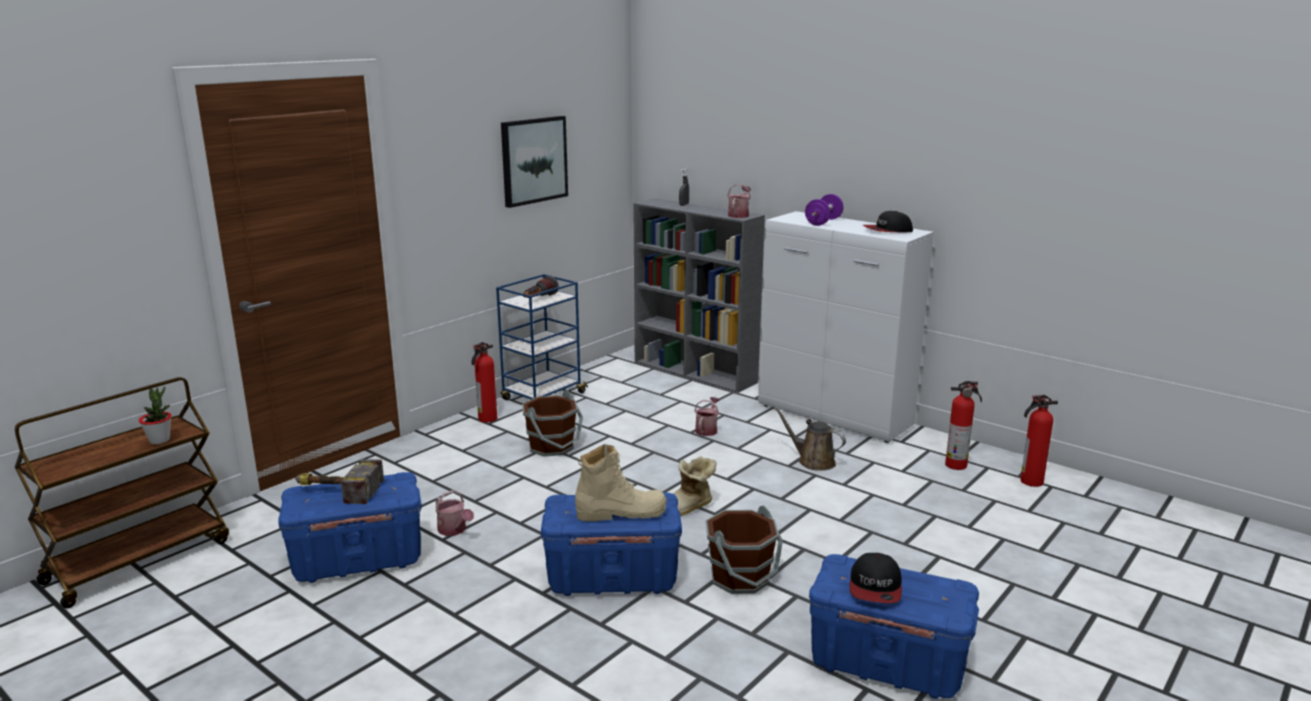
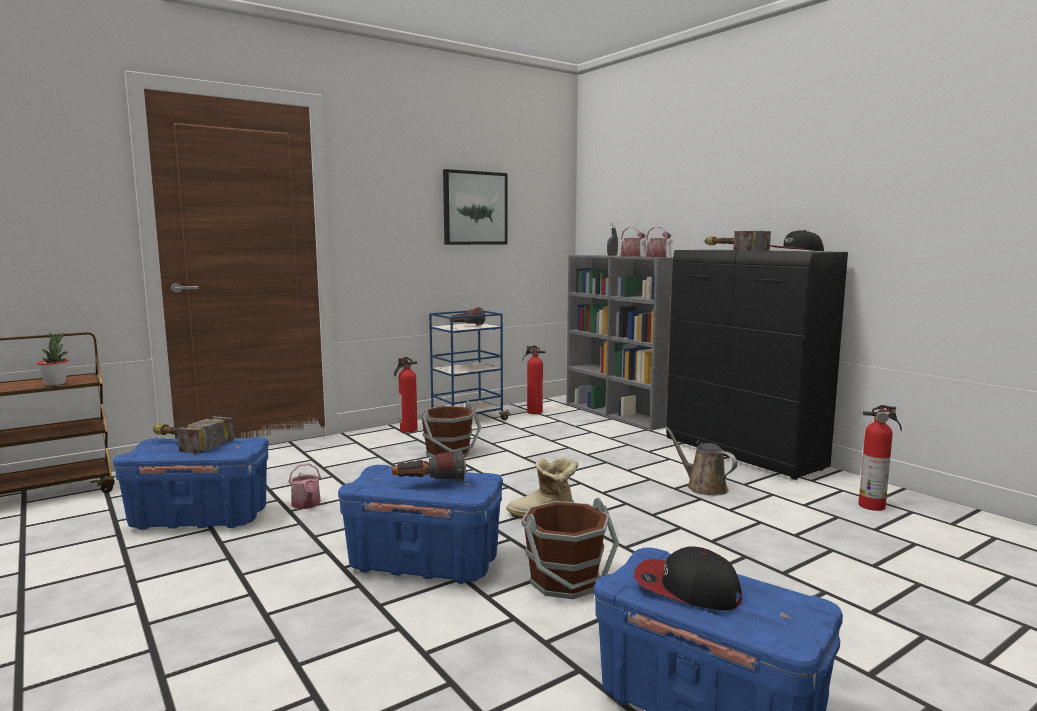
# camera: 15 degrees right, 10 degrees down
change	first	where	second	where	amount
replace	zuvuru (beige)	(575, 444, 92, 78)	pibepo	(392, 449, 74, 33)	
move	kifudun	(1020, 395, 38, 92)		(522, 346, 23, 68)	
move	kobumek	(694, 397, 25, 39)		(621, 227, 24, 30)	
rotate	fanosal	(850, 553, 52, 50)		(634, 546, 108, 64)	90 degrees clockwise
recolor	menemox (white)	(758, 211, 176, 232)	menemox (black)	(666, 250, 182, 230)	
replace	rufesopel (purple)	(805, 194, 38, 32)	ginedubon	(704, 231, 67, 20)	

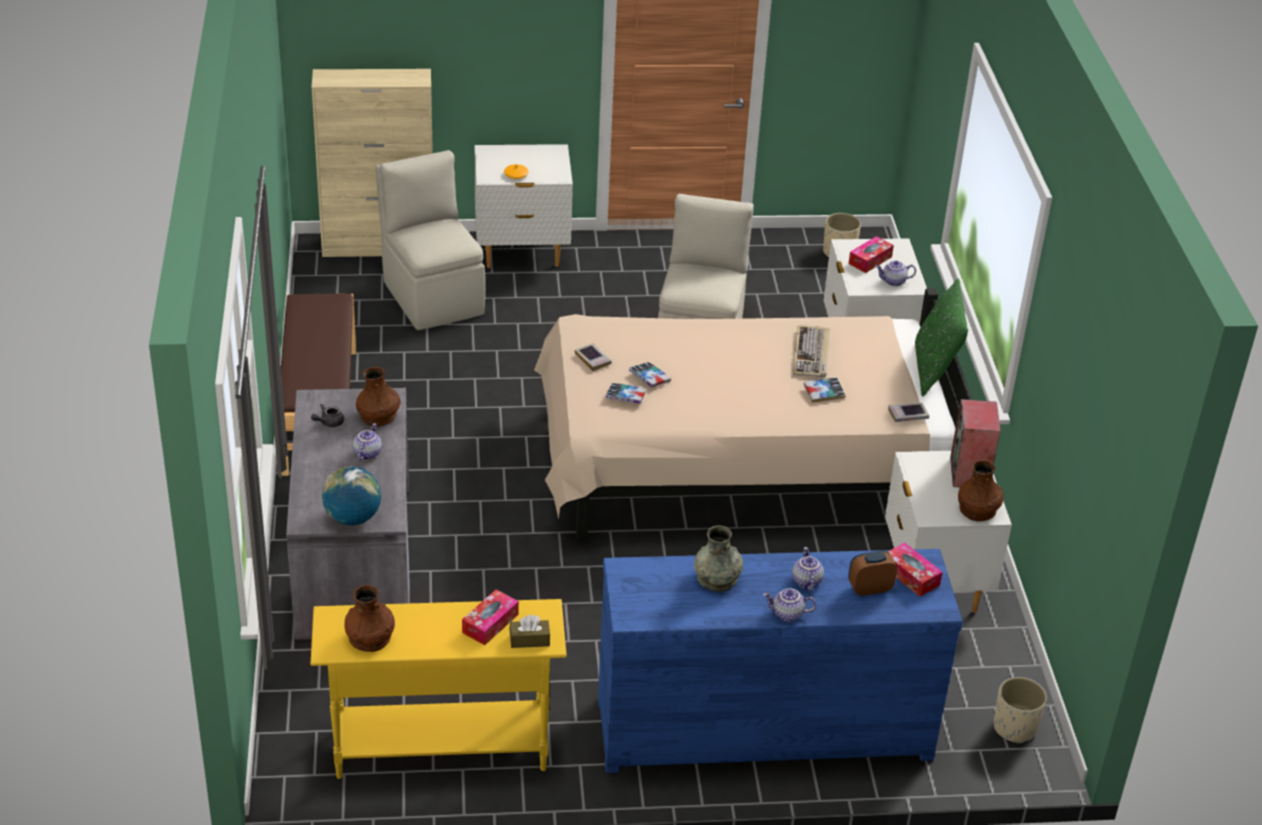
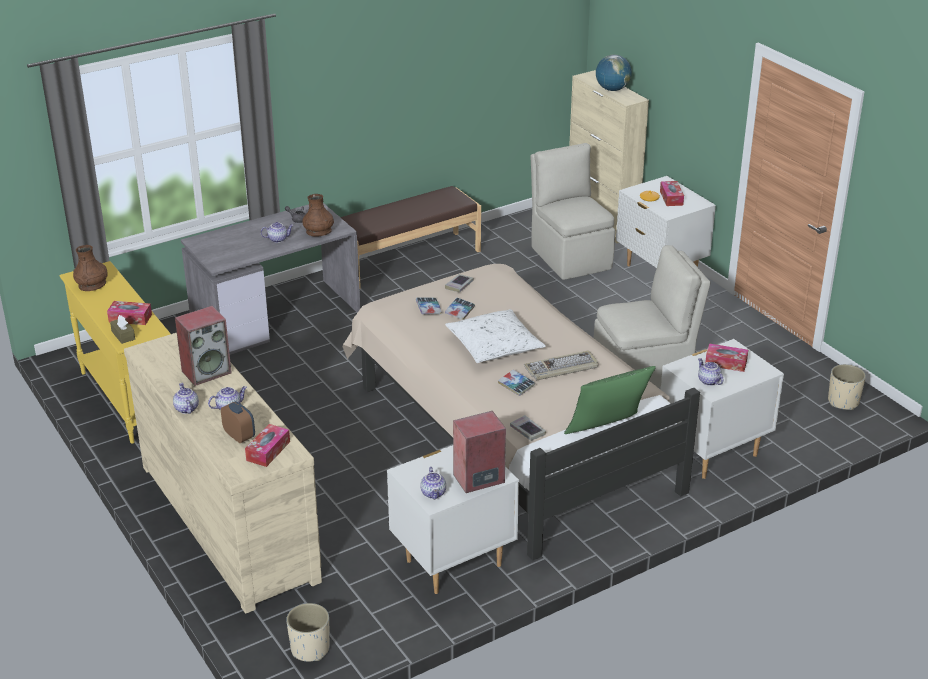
# camera: 65 degrees right, 5 degrees down
change	first	where	second	where	amount
recolor	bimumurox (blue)	(598, 549, 365, 224)	bimumurox (beige)	(124, 333, 198, 280)	
replace	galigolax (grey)	(694, 526, 49, 66)	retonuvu	(175, 306, 57, 80)	
replace	galigolax (brown)	(958, 460, 45, 61)	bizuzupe	(420, 467, 26, 32)	
insert			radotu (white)	(445, 309, 101, 54)	
rotate	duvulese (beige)	(375, 150, 110, 180)		(531, 143, 84, 137)	60 degrees counterclockwise
move	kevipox	(322, 466, 60, 59)		(596, 55, 36, 36)	
insert			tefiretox	(660, 181, 24, 25)	

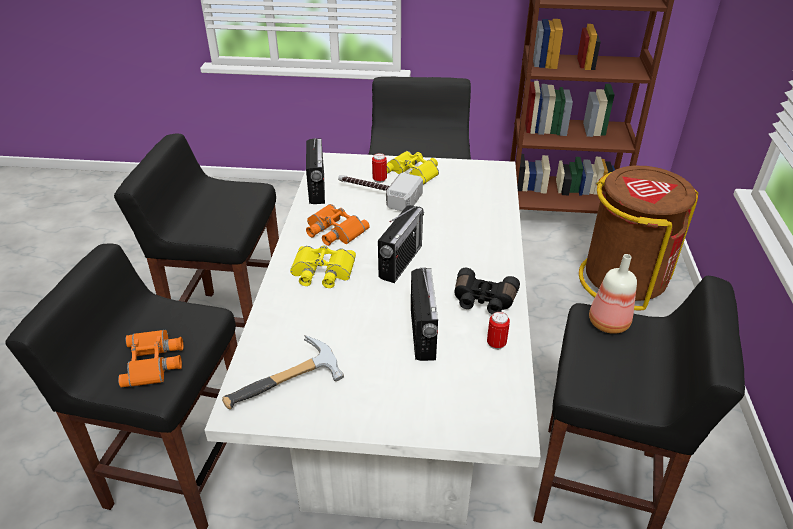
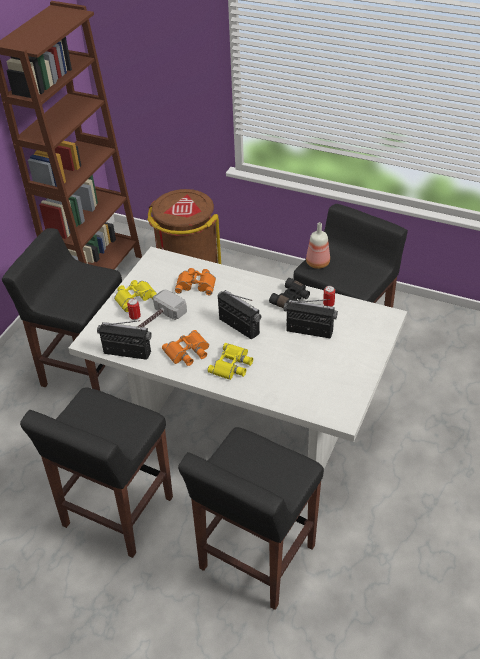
# camera: 70 degrees left, 5 degrees up
change	first	where	second	where	amount
move	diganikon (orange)	(118, 330, 65, 57)		(175, 268, 41, 27)	
delete	ginedubon	(222, 335, 122, 74)			

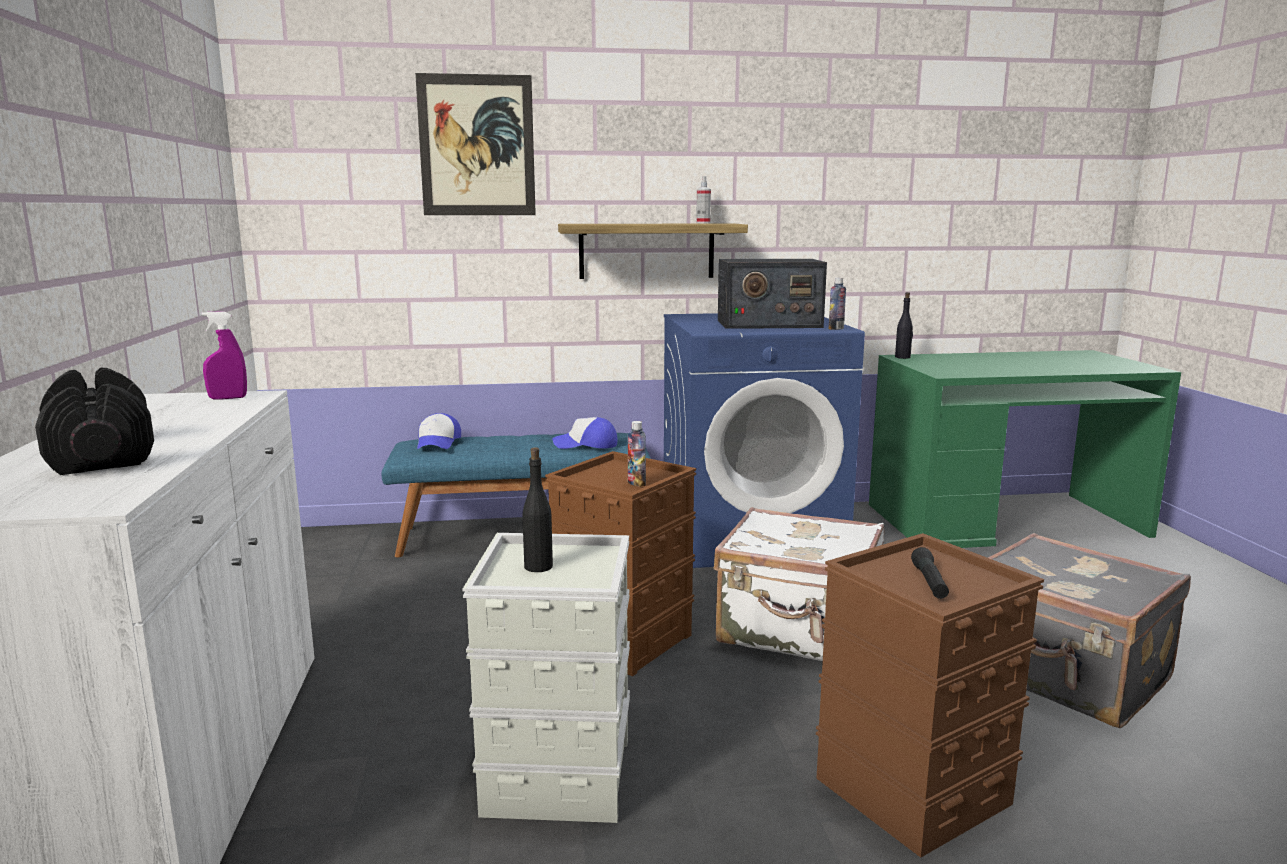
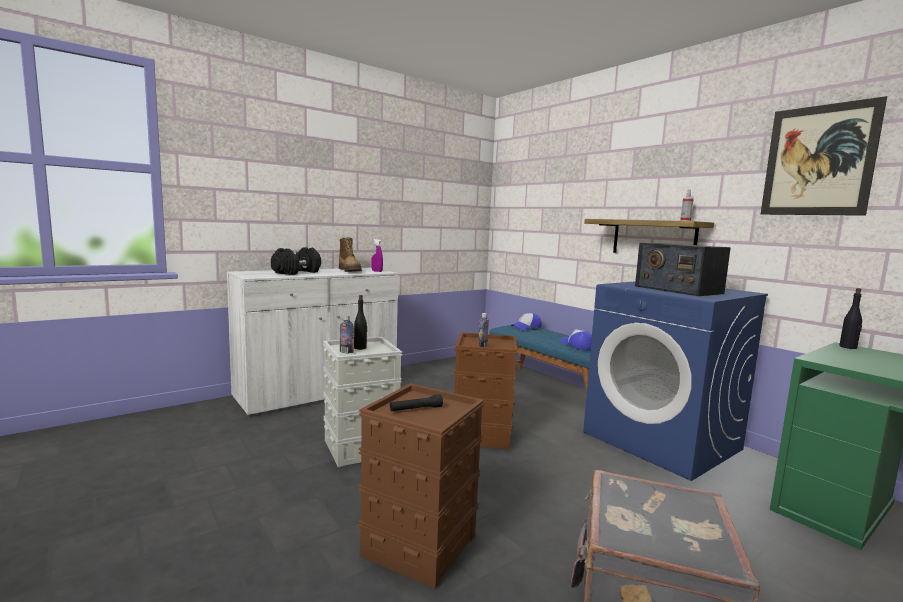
# camera: 60 degrees right, 5 degrees down
change	first	where	second	where	amount
insert			zuvuru	(339, 237, 23, 35)	
move	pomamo	(829, 278, 17, 52)		(340, 315, 14, 38)	
move	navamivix	(415, 73, 121, 142)		(761, 96, 126, 120)	
delete	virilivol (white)	(714, 507, 170, 154)			

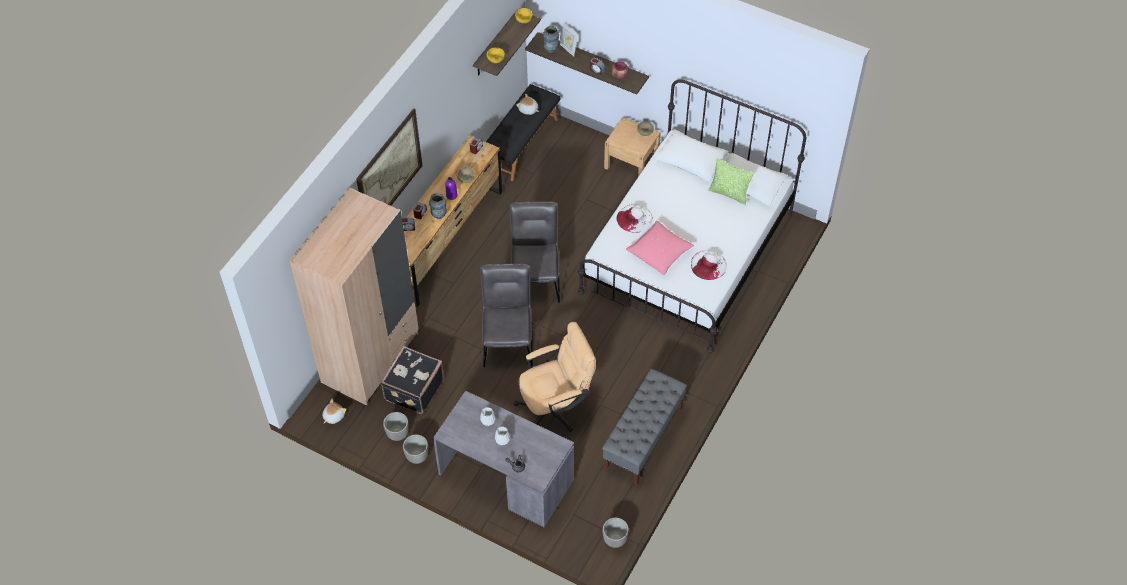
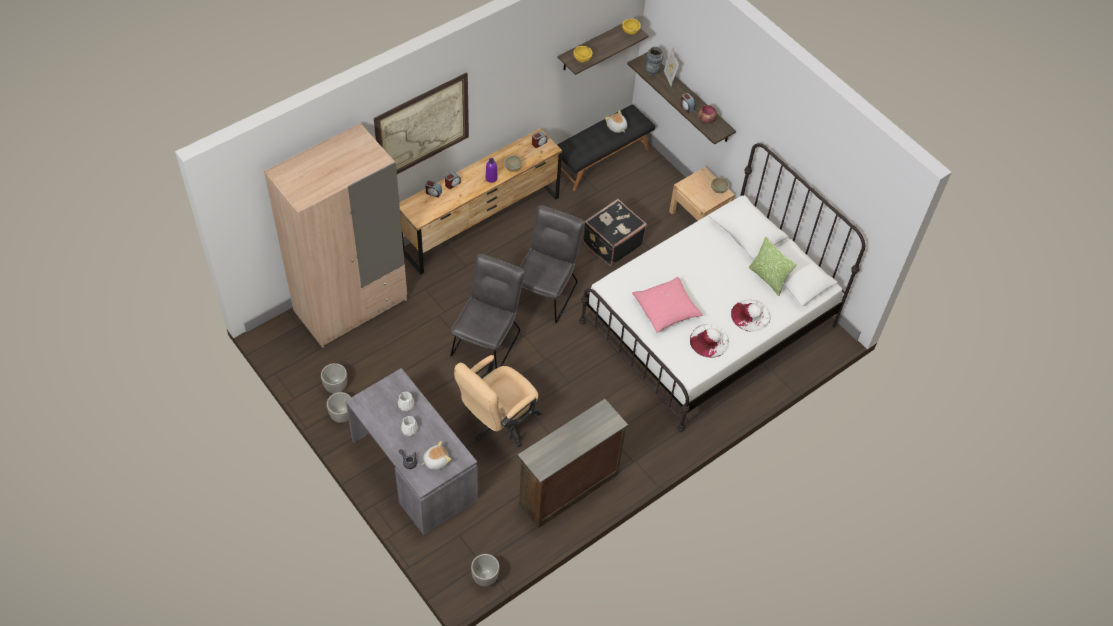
# camera: 20 degrees right, 0 degrees up
change	first	where	second	where	amount
move	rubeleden	(322, 398, 24, 26)		(421, 441, 30, 29)	
rotate	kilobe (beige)	(514, 322, 82, 110)		(454, 355, 88, 92)	135 degrees clockwise
replace	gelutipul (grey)	(602, 369, 85, 116)	bimumurox (brown)	(517, 399, 111, 129)	
move	virilivol (black)	(381, 346, 63, 68)		(583, 199, 64, 67)	
move	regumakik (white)	(617, 204, 35, 29)		(731, 300, 39, 32)	
delete	galigolax	(429, 193, 18, 26)			

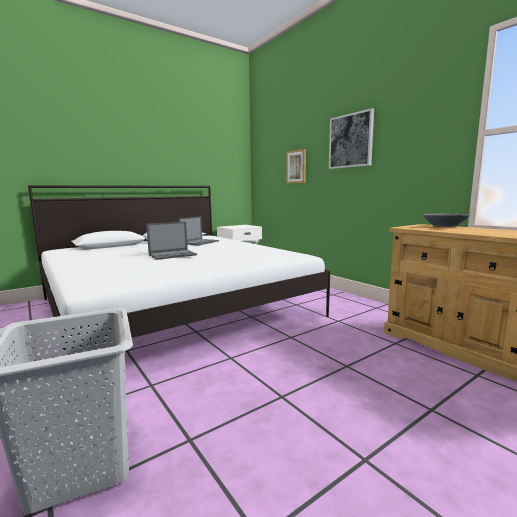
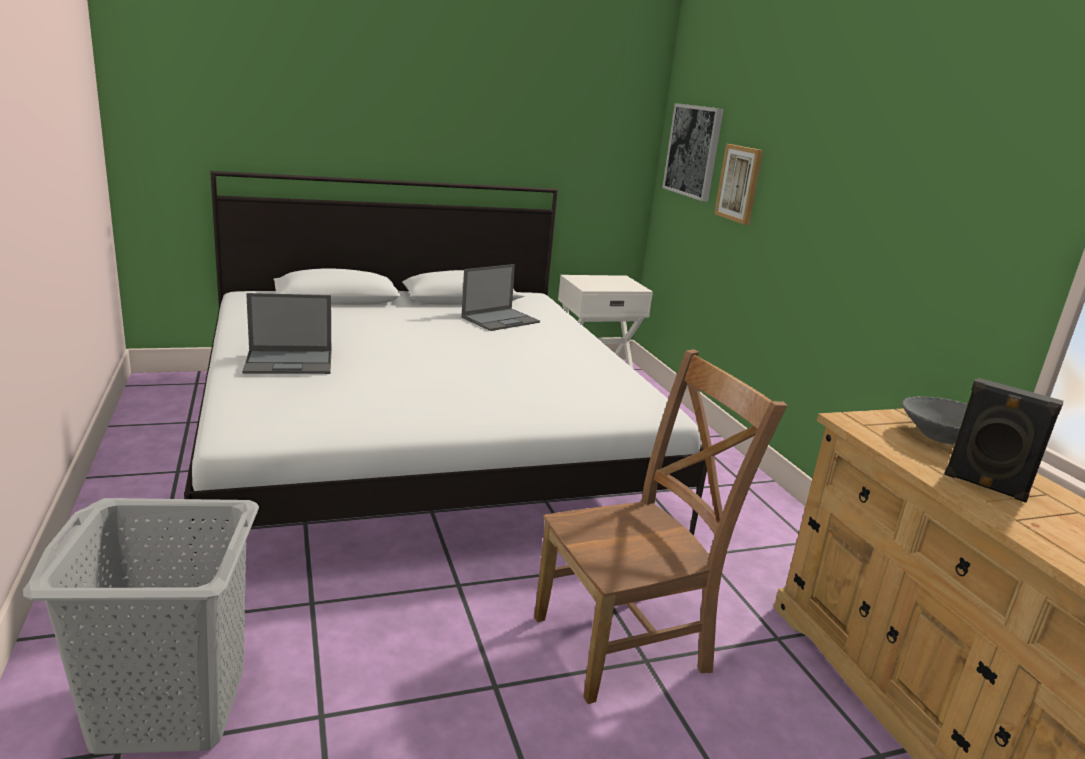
# camera: 15 degrees right, 10 degrees up
change	first	where	second	where	amount
move	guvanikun	(146, 222, 51, 38)		(242, 293, 89, 81)	
insert			duvulese (brown)	(534, 349, 254, 355)	
move	navamivix	(329, 108, 45, 61)		(662, 103, 62, 99)	
insert			retonuvu (black)	(944, 378, 119, 125)	

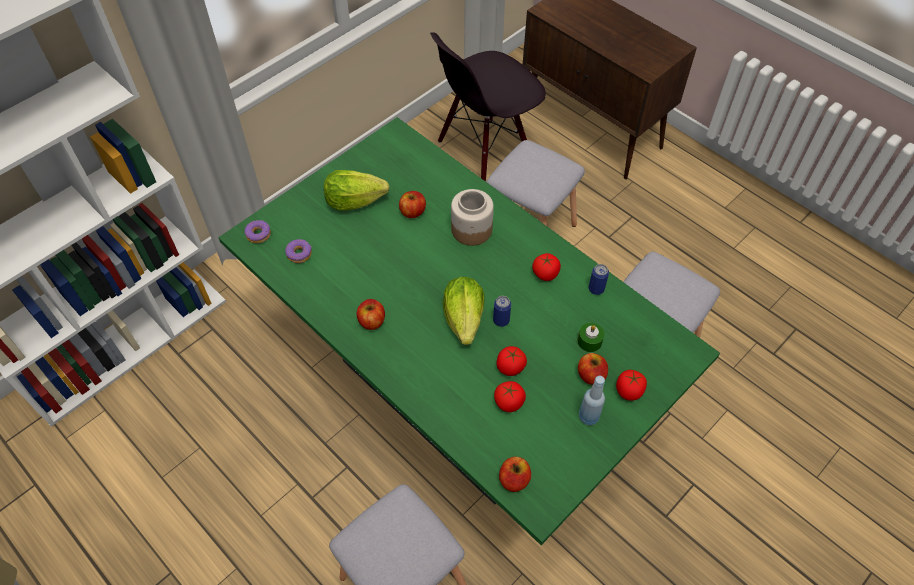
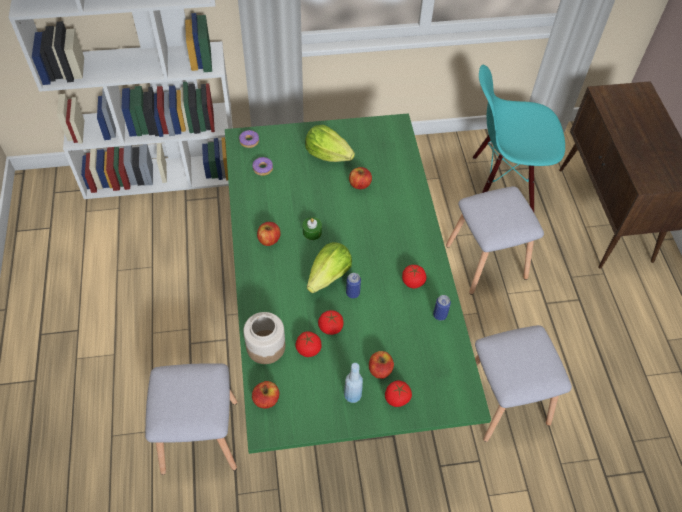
# camera: 35 degrees right, 0 degrees up
change	first	where	second	where	amount
move	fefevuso	(451, 189, 43, 57)		(243, 312, 42, 52)	
move	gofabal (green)	(577, 323, 27, 29)		(303, 217, 19, 23)	
recolor	duvulese (black)	(430, 32, 116, 149)	duvulese (turquoise)	(473, 65, 92, 147)	

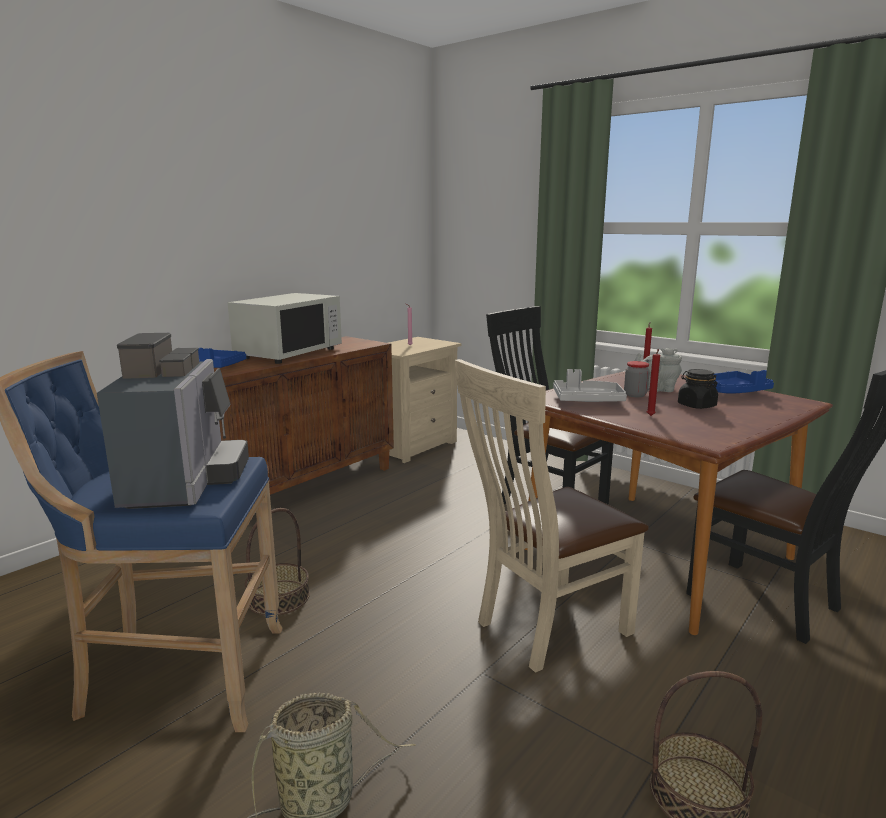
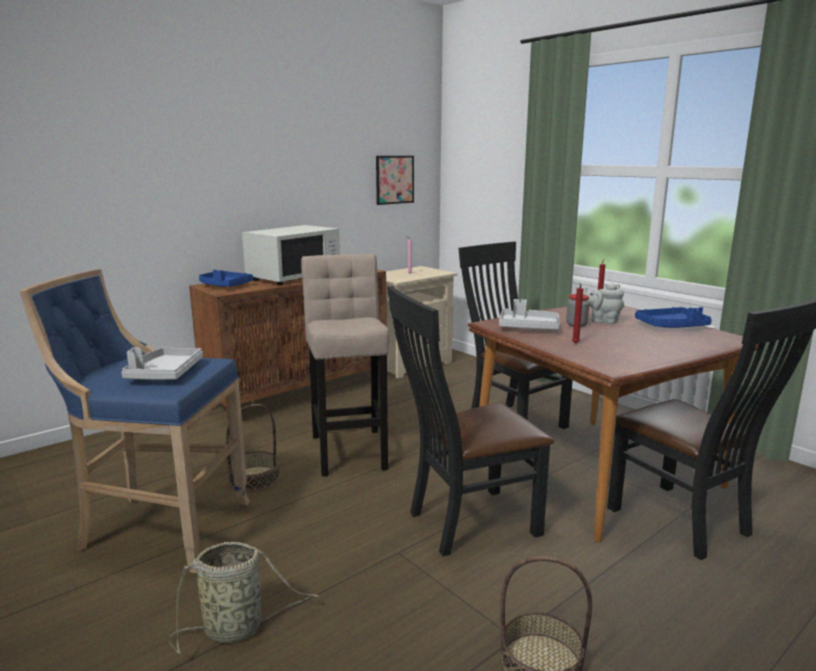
# camera: 10 degrees right, 0 degrees up
change	first	where	second	where	amount
replace	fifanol	(97, 333, 152, 176)	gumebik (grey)	(121, 347, 82, 33)	
insert			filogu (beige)	(301, 254, 88, 223)	
insert			navamivix	(376, 156, 38, 49)	
recolor	duvulese (beige)	(455, 359, 194, 314)	duvulese (black)	(387, 286, 167, 271)	
delete	fefevuso (black)	(678, 369, 40, 40)			

